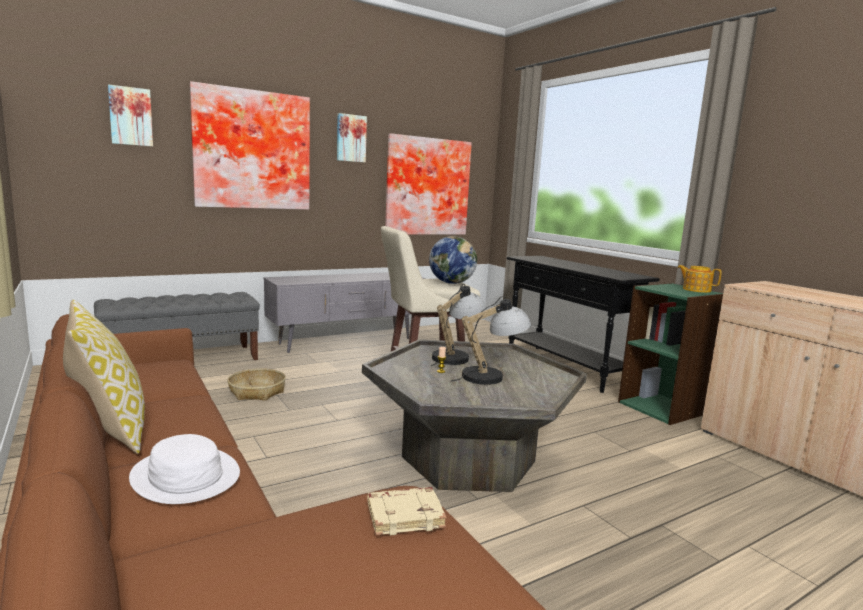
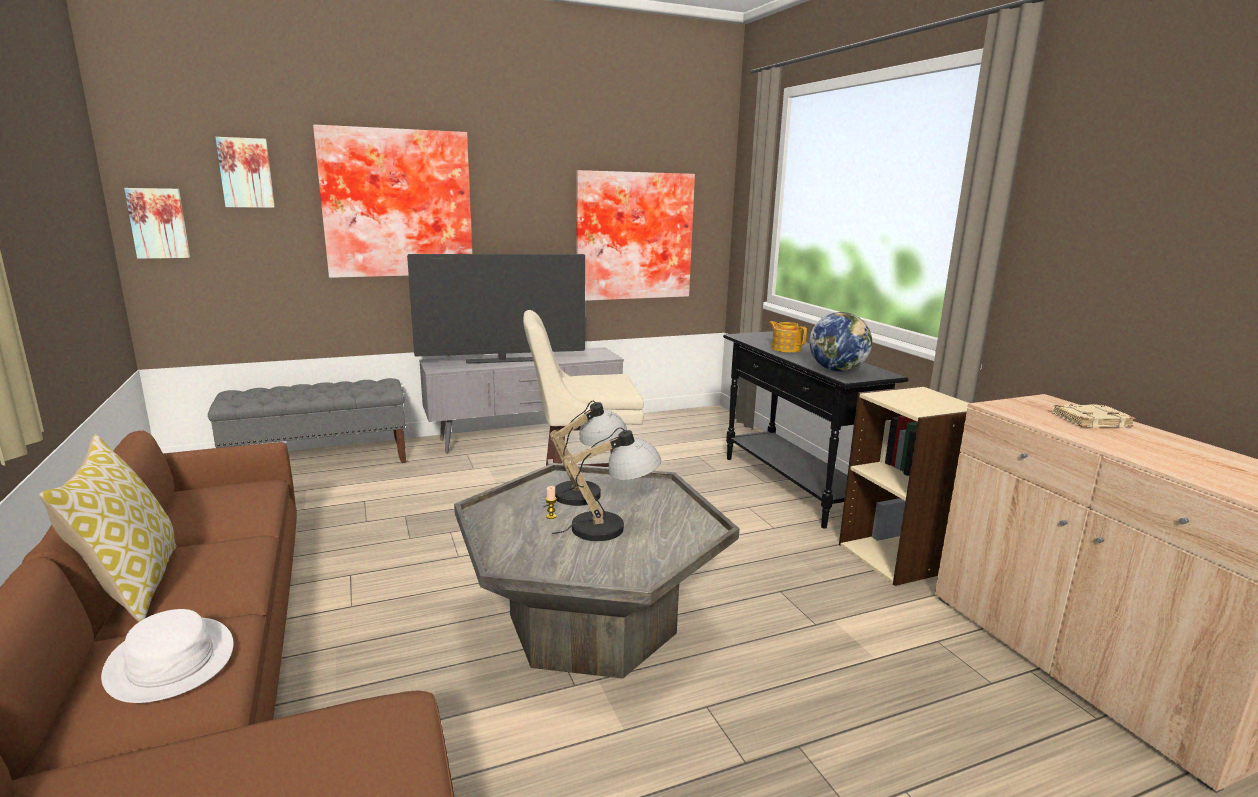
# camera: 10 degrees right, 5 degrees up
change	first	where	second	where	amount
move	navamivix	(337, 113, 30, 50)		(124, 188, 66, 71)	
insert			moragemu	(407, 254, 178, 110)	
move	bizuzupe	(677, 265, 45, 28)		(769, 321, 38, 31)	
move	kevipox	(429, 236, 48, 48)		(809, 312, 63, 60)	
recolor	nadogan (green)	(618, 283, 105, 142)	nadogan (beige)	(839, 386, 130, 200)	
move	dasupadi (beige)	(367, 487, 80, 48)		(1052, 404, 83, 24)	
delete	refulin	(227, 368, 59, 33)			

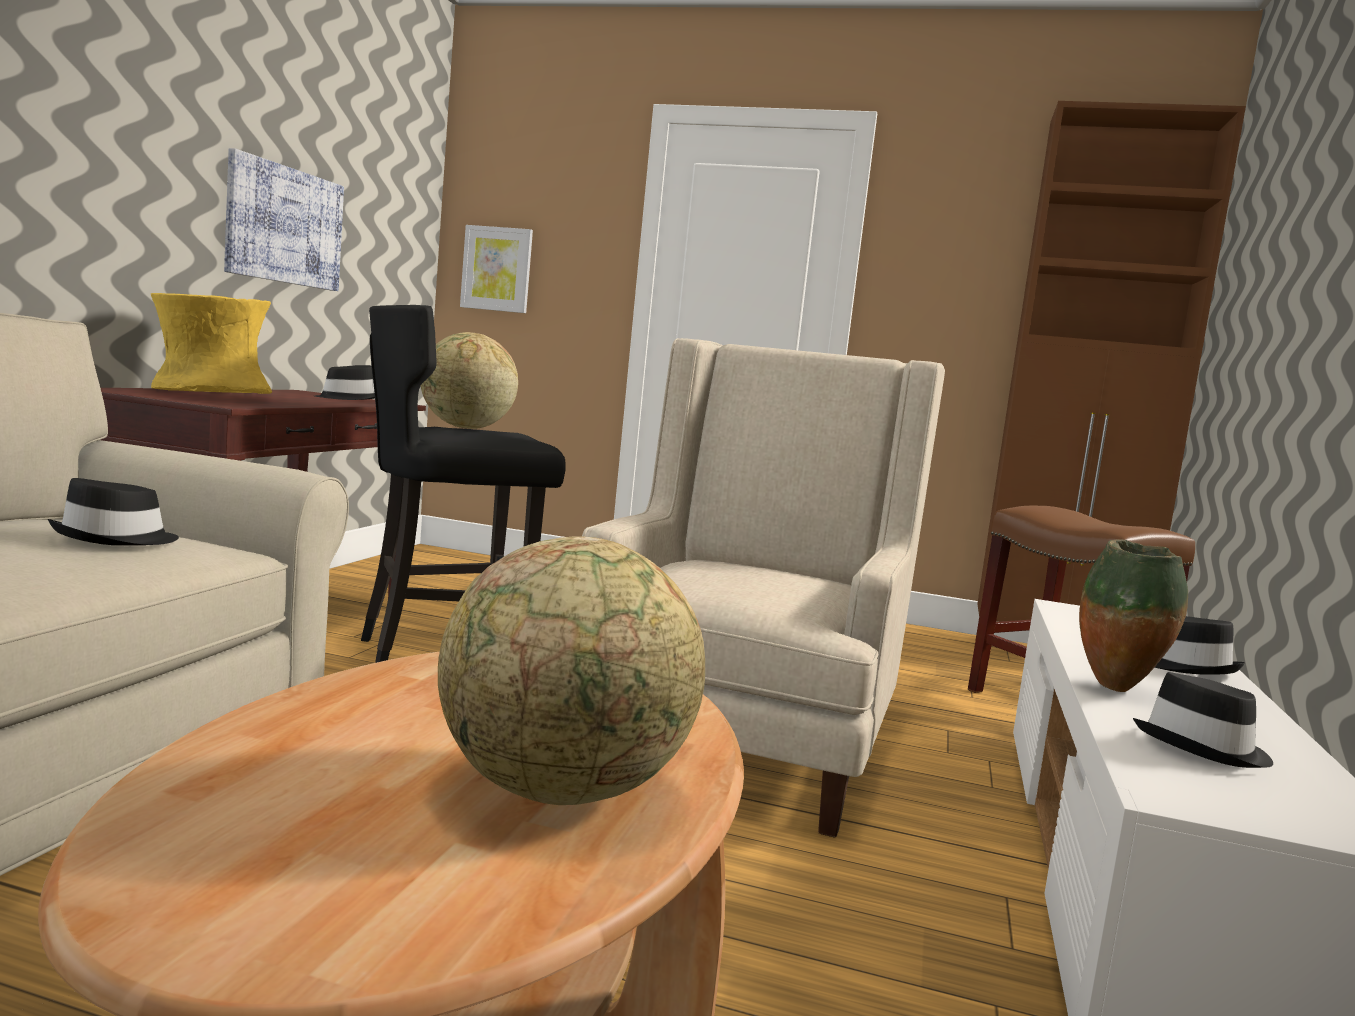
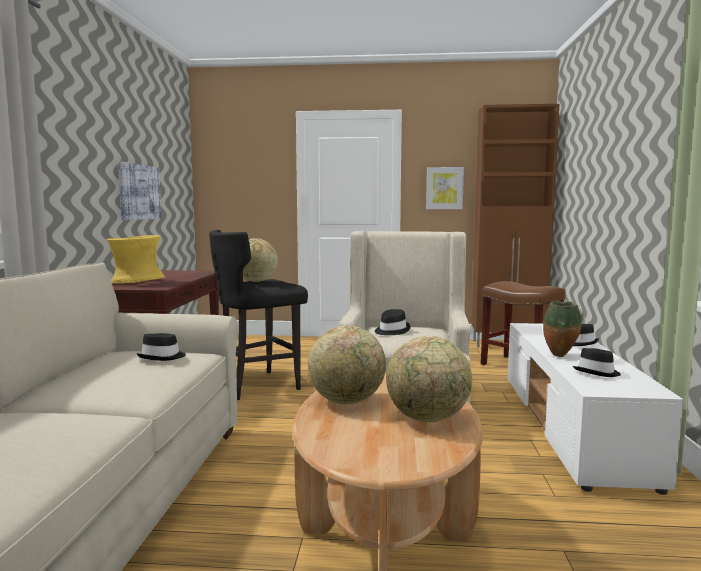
# camera: 10 degrees left, 0 degrees up
change	first	where	second	where	amount
insert			kevipox	(308, 325, 78, 79)	
move	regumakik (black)	(315, 365, 60, 35)		(375, 309, 36, 26)	
move	navamivix	(460, 225, 73, 88)		(426, 167, 38, 42)	

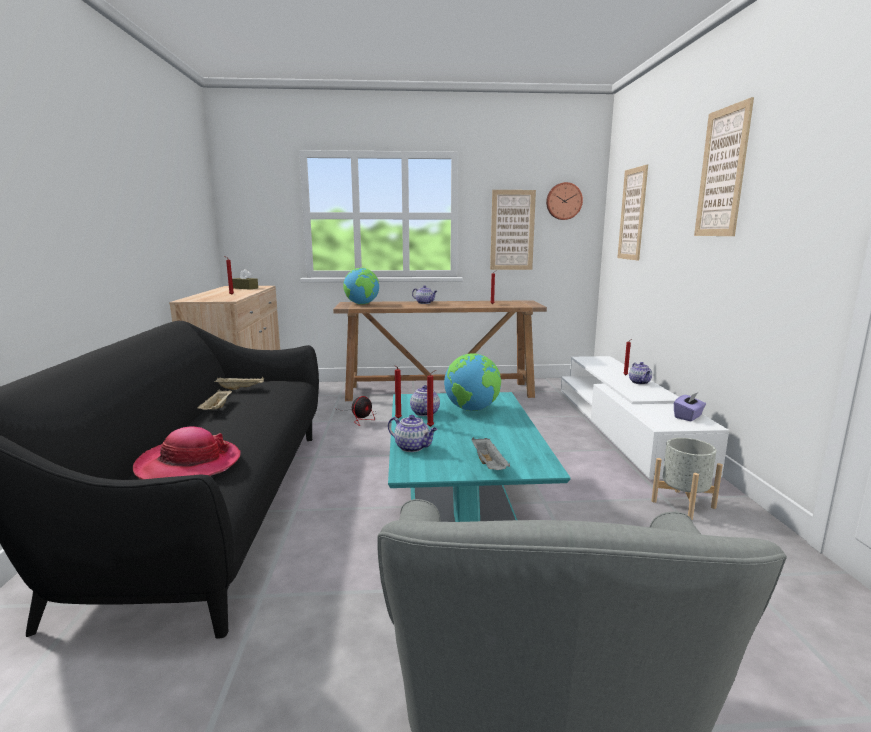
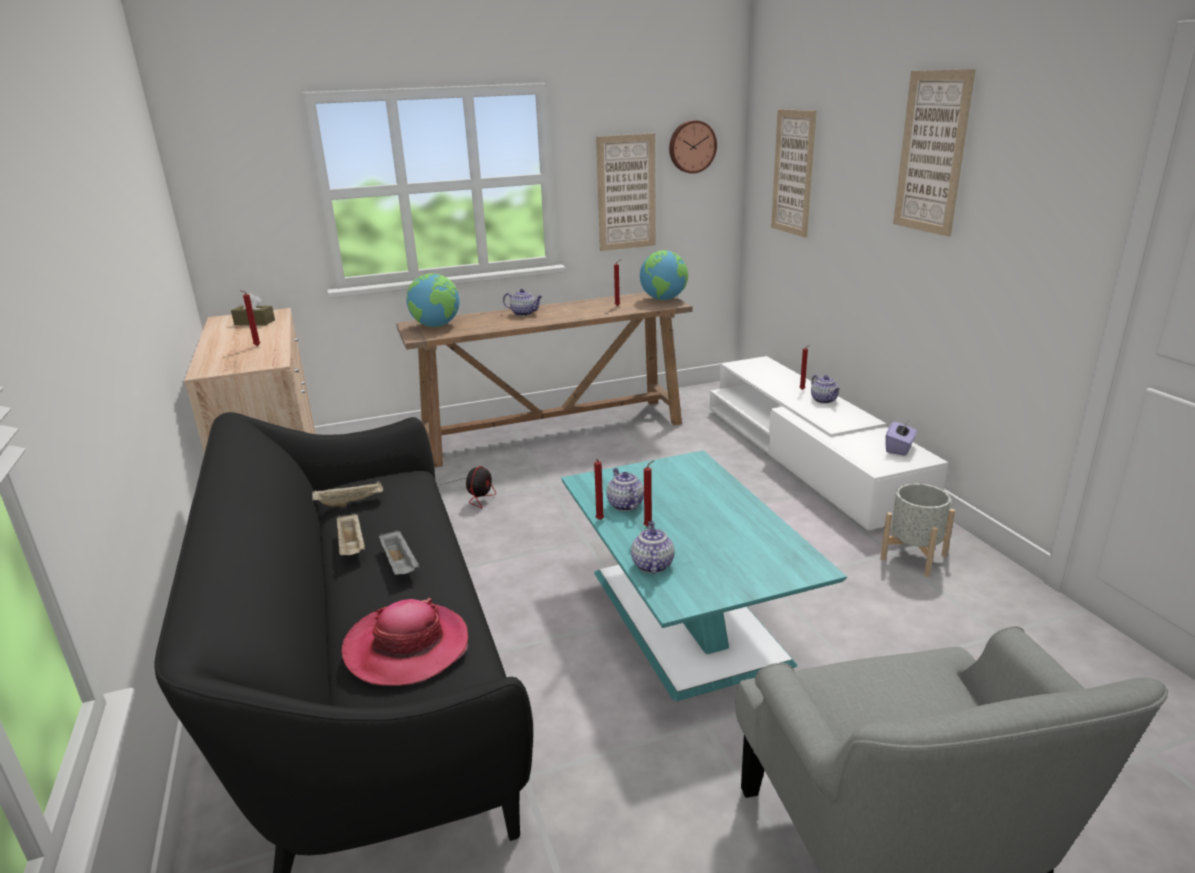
# camera: 15 degrees left, 10 degrees up
change	first	where	second	where	amount
move	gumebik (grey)	(472, 437, 38, 33)		(379, 530, 40, 45)	
rotate	bizuzupe	(388, 415, 49, 37)		(631, 521, 44, 53)	105 degrees counterclockwise
move	kevipox	(444, 353, 57, 58)		(640, 250, 48, 50)	

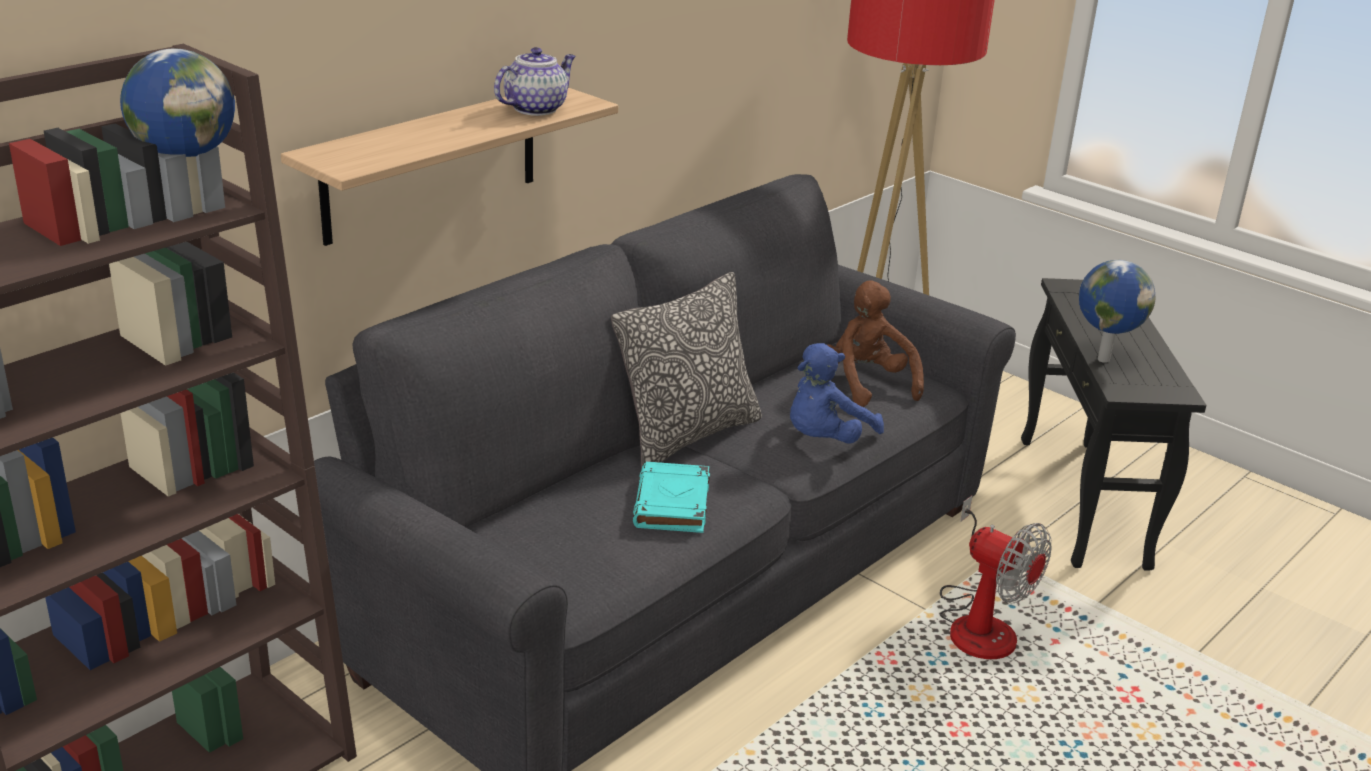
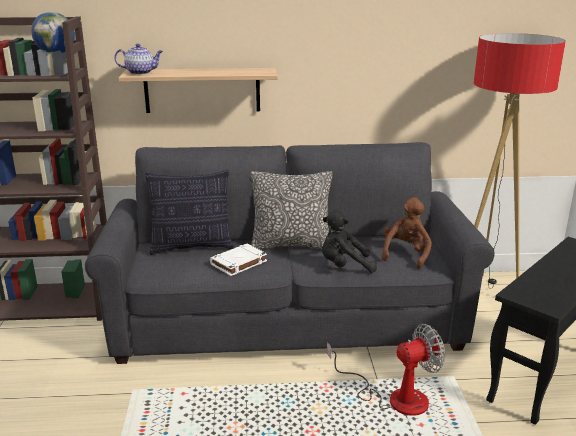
# camera: 45 degrees right, 5 degrees down
change	first	where	second	where	amount
move	bizuzupe	(494, 47, 82, 69)		(114, 44, 49, 31)	
insert			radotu	(145, 170, 89, 85)	
recolor	dasupadi (turquoise)	(633, 462, 77, 71)	dasupadi (white)	(210, 244, 57, 32)	
recolor	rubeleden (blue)	(790, 343, 94, 101)	rubeleden (black)	(322, 211, 55, 62)	
rotate	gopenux	(940, 496, 111, 163)		(327, 324, 118, 92)	105 degrees counterclockwise
delete	kevipox	(1079, 260, 76, 103)			

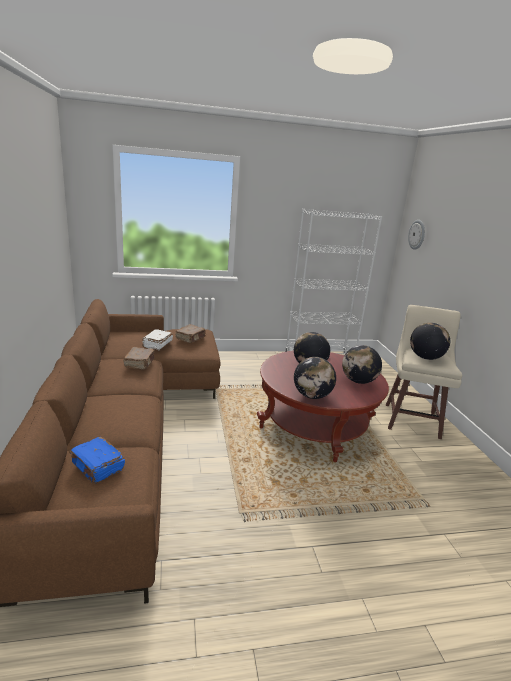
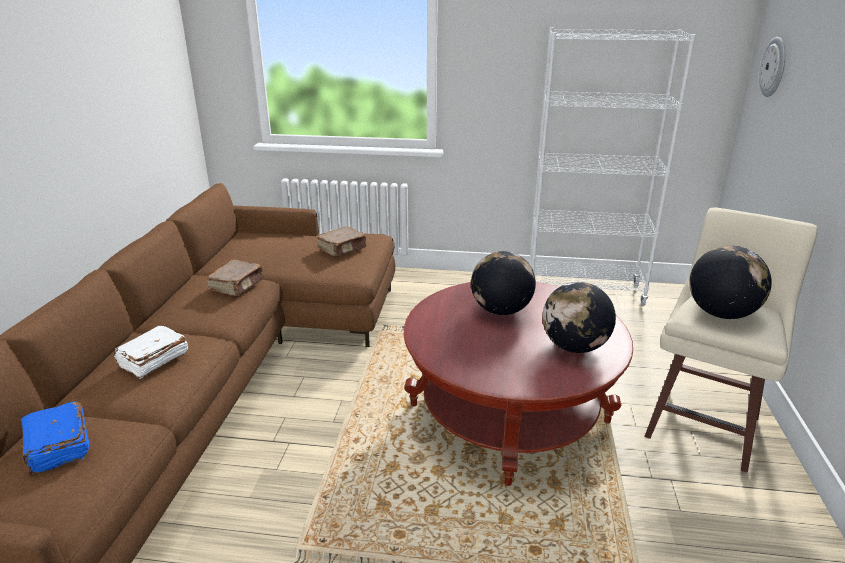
# camera: 20 degrees right, 5 degrees up
change	first	where	second	where	amount
move	dasupadi (white)	(142, 330, 31, 20)		(114, 326, 74, 53)	
delete	kevipox	(294, 357, 42, 42)			

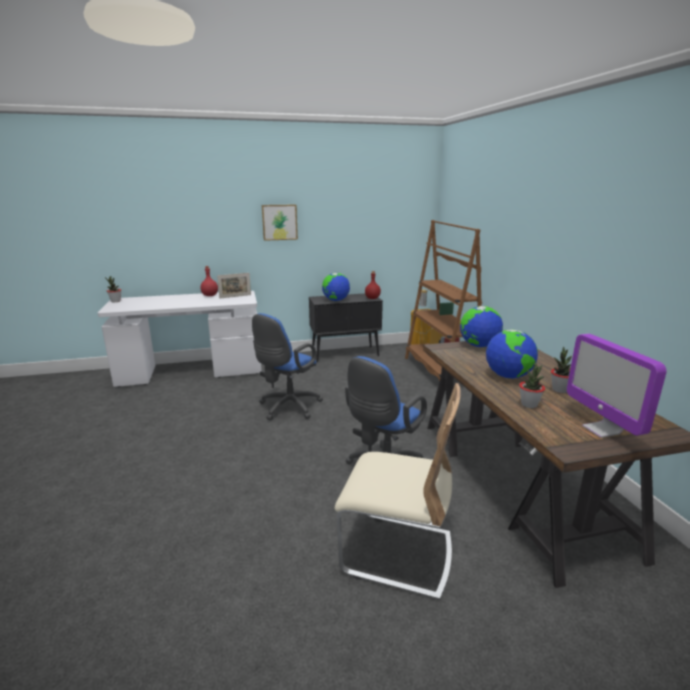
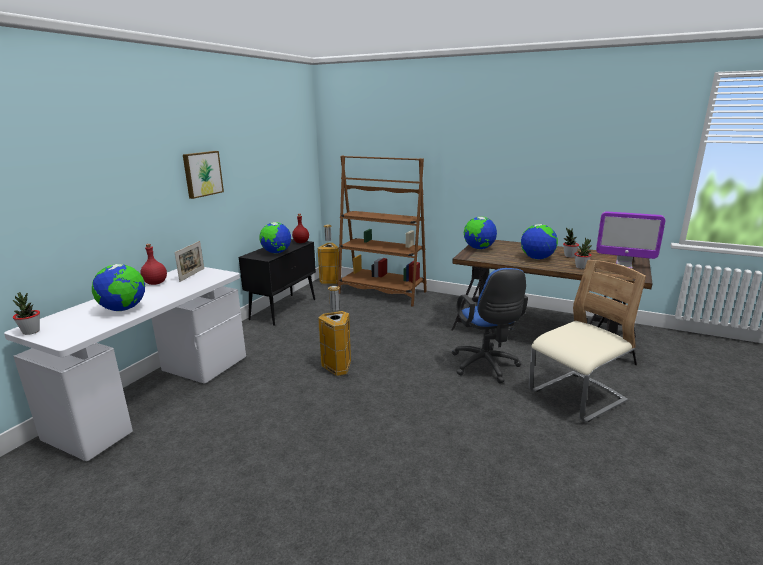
# camera: 50 degrees left, 0 degrees up
change	first	where	second	where	amount
insert			kevipox	(92, 264, 53, 47)	
replace	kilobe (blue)	(252, 313, 71, 107)	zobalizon	(318, 286, 33, 90)	

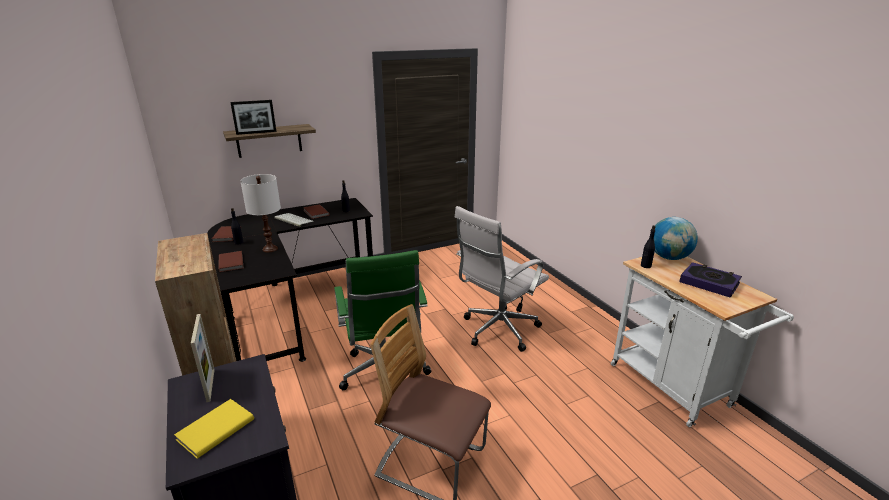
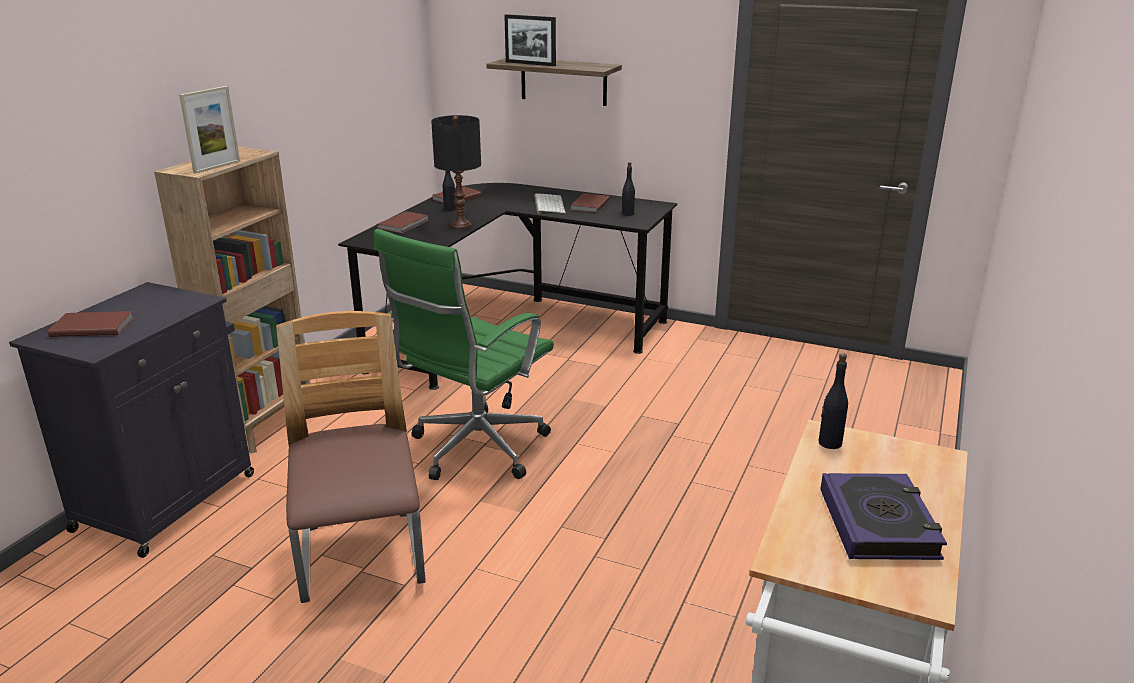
# camera: 50 degrees right, 0 degrees up
change	first	where	second	where	amount
recolor	dasupadi (yellow)	(174, 399, 80, 60)	dasupadi (brown)	(48, 311, 86, 26)	
move	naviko	(191, 314, 24, 88)		(179, 86, 61, 88)	
recolor	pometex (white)	(240, 174, 41, 79)	pometex (black)	(431, 115, 50, 114)	
delete	kilobe (white)	(455, 206, 94, 146)			
delete	kevipox	(654, 217, 44, 43)			

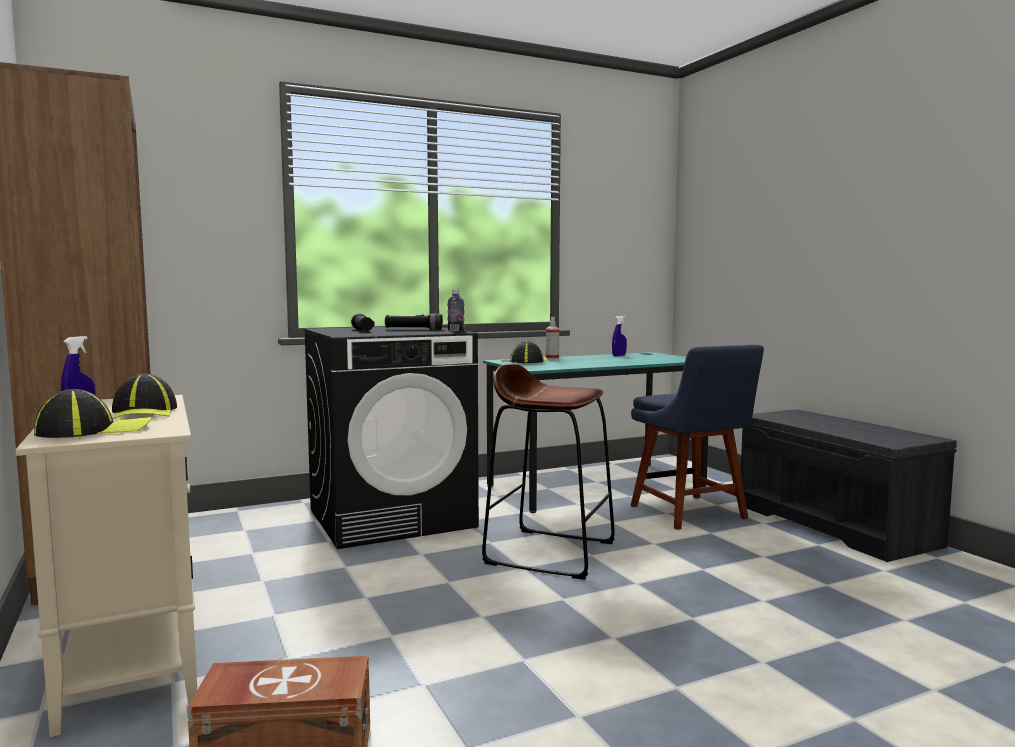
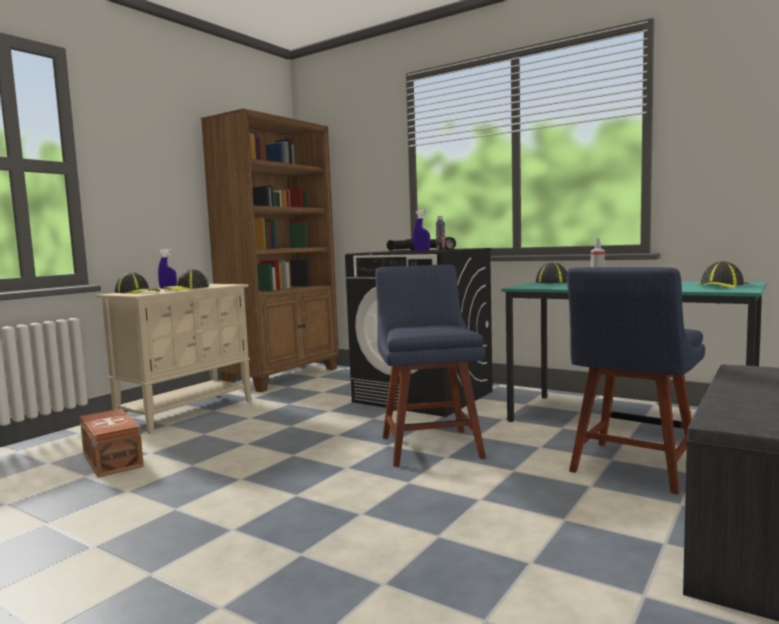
# camera: 60 degrees right, 0 degrees up
change	first	where	second	where	amount
replace	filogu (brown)	(482, 364, 133, 216)	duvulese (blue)	(376, 264, 110, 203)	
move	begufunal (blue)	(612, 316, 15, 40)		(413, 210, 17, 41)	
insert			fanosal	(696, 261, 48, 27)	

